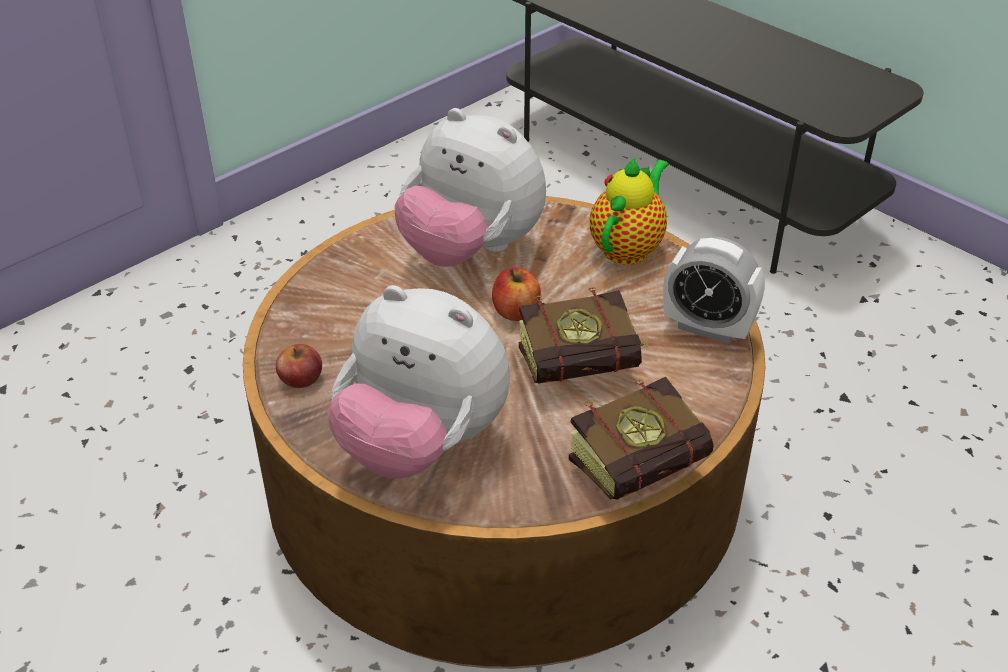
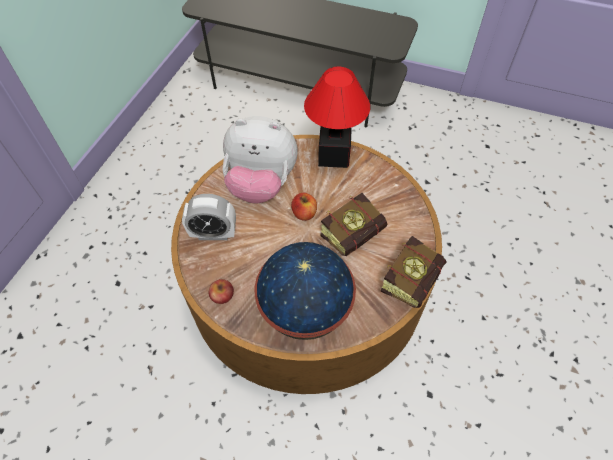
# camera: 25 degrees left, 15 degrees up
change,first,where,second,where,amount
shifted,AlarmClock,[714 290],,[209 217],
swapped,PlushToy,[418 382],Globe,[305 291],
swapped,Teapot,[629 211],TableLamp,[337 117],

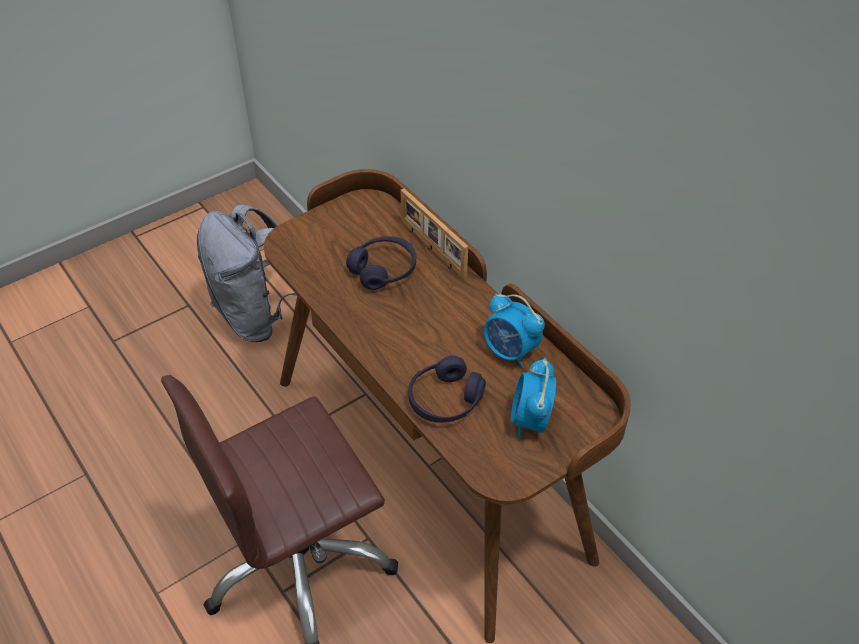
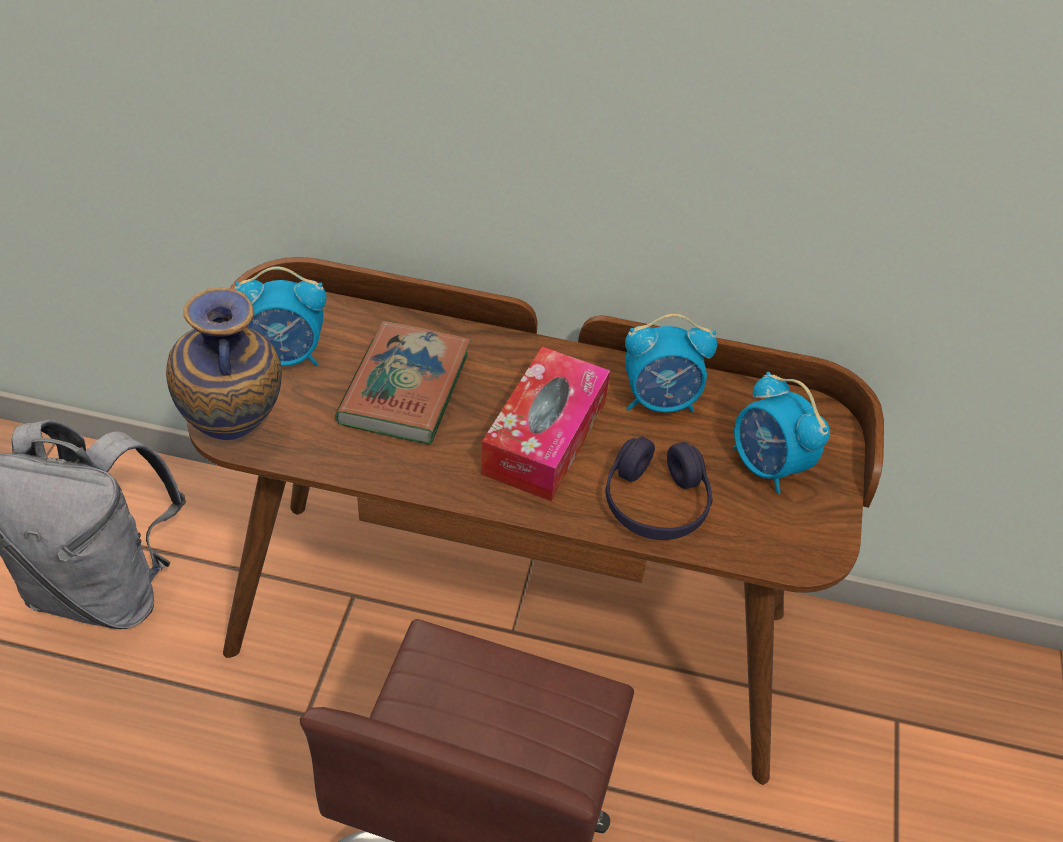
# camera: 45 degrees left, 0 degrees up
change,first,where,second,where,amount
new,,,Vase,[224 364],
new,,,AlarmClock,[280 316],
swapped,PurpleHeadphones,[381 263],Book,[403 383],
new,,,TissueBox,[545 424],
gone,PictureFrame,[434 234],,,

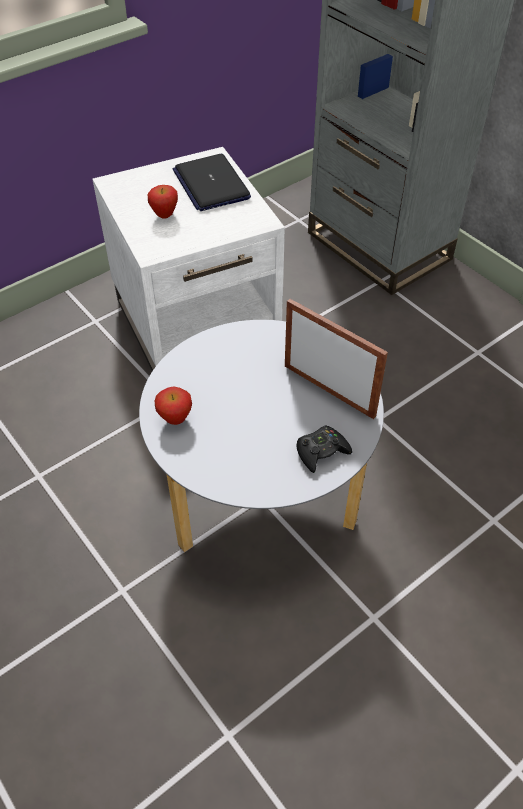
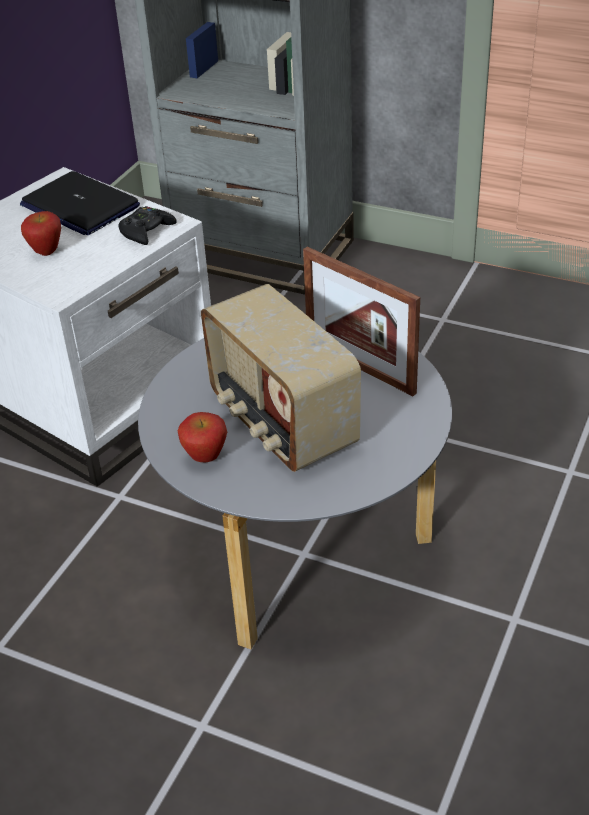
# camera: 25 degrees left, 10 degrees down
change,first,where,second,where,amount
shifted,BlackGameController,[324 449],,[147 225],
new,,,Radio,[281 378],
rotated,PictureFrame,[336 359],,[361 321],150 degrees counterclockwise

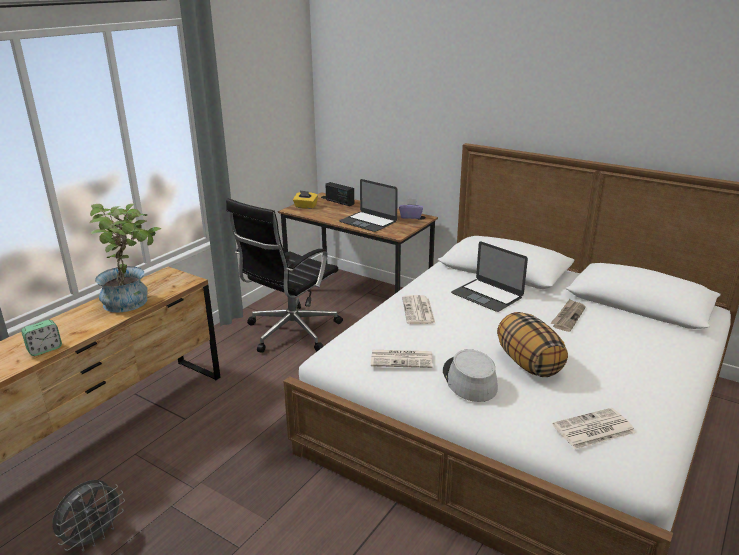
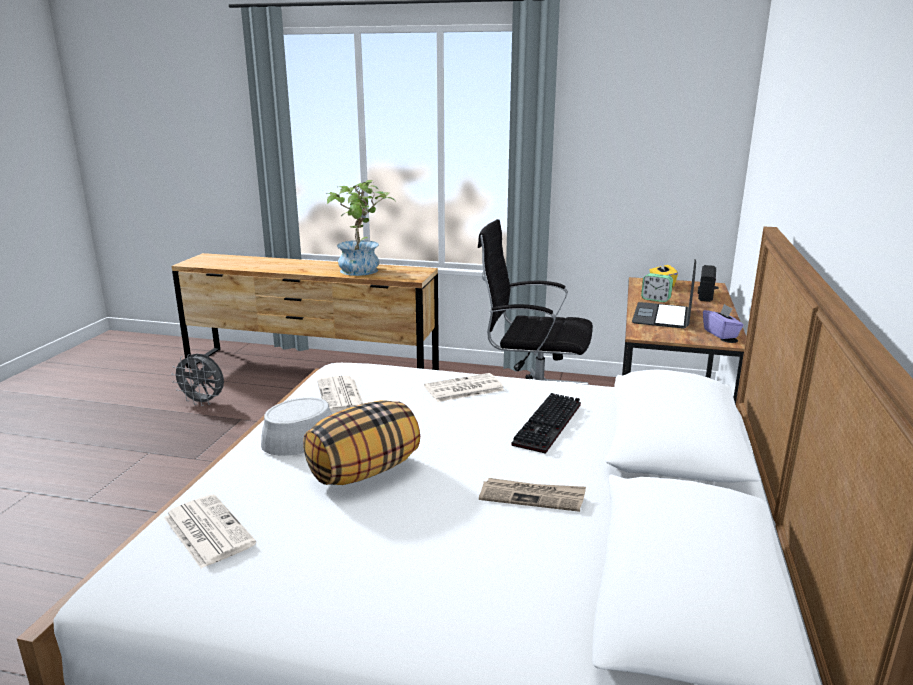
# camera: 70 degrees right, 5 degrees down
change,first,where,second,where,amount
swapped,Laptop,[489 276],Keyboard,[546 423],
shifted,AlarmClock,[41 338],,[657 287],

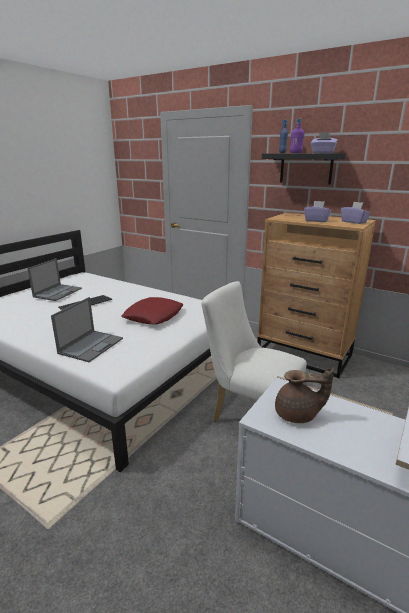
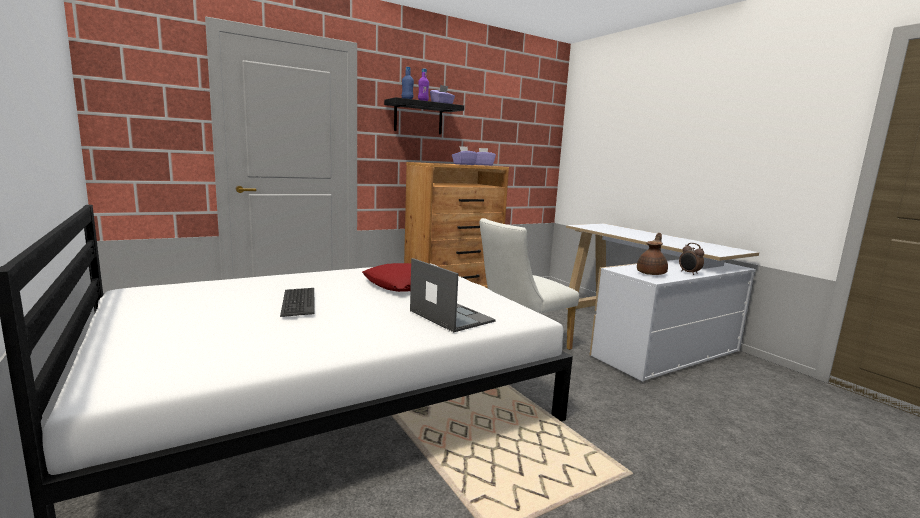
# camera: 65 degrees left, 10 degrees down
change,first,where,second,where,amount
new,,,AlarmClock,[691 259],
gone,Laptop,[54 279],,,

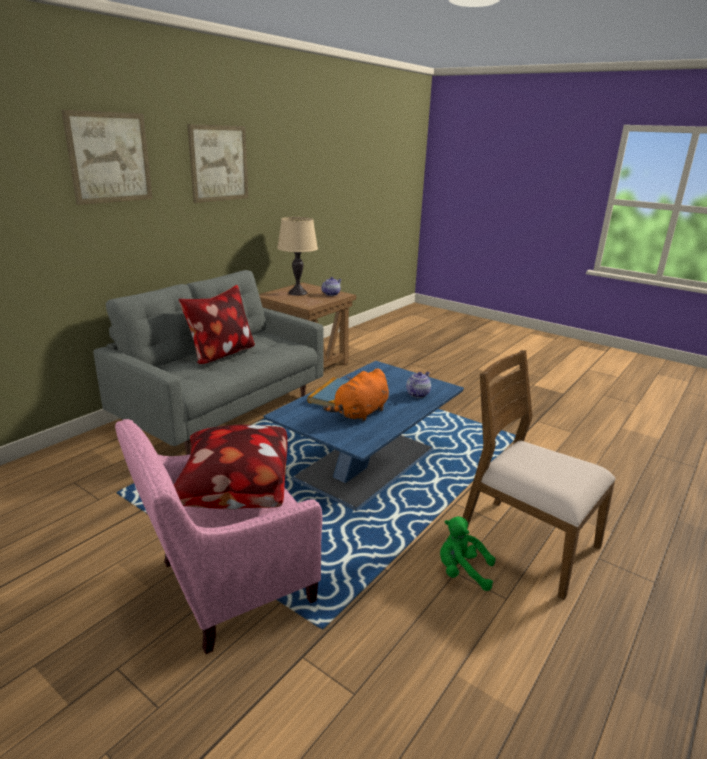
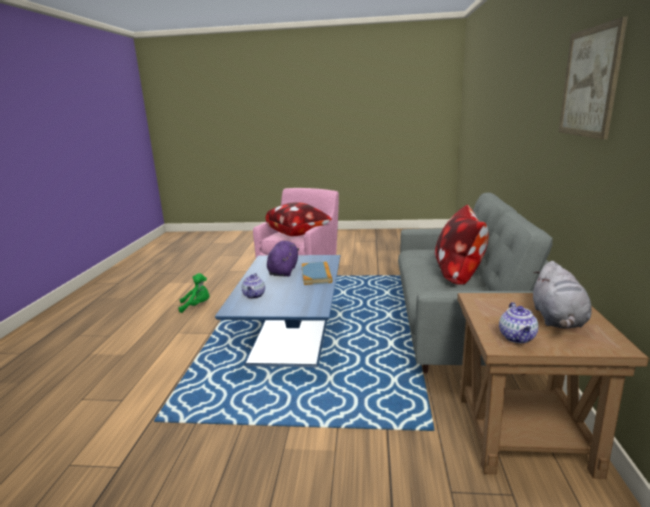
# camera: 150 degrees right, 5 degrees down
change,first,where,second,where,amount
repainted,OrangePlushToy,[356 395],PurplePlushToy,[283 259],
swapped,BeigeTableLamp,[297 256],GreyPlushToy,[562 295],
gone,Picture,[107 157],,,
gone,BrownChair,[539 475],,,

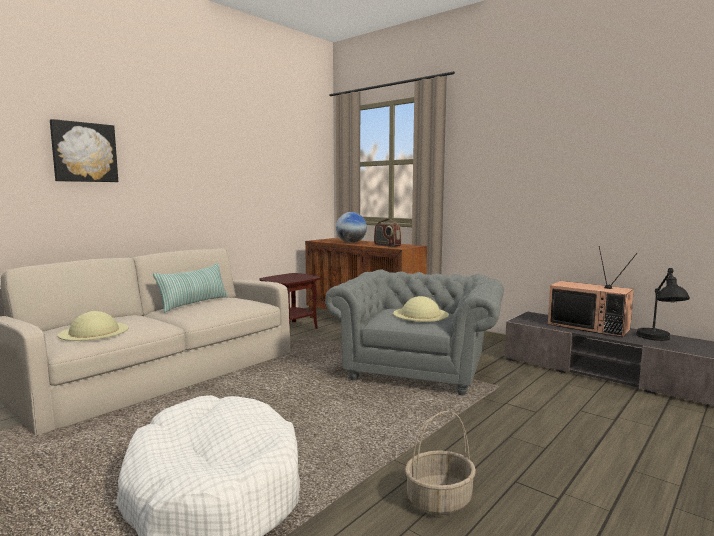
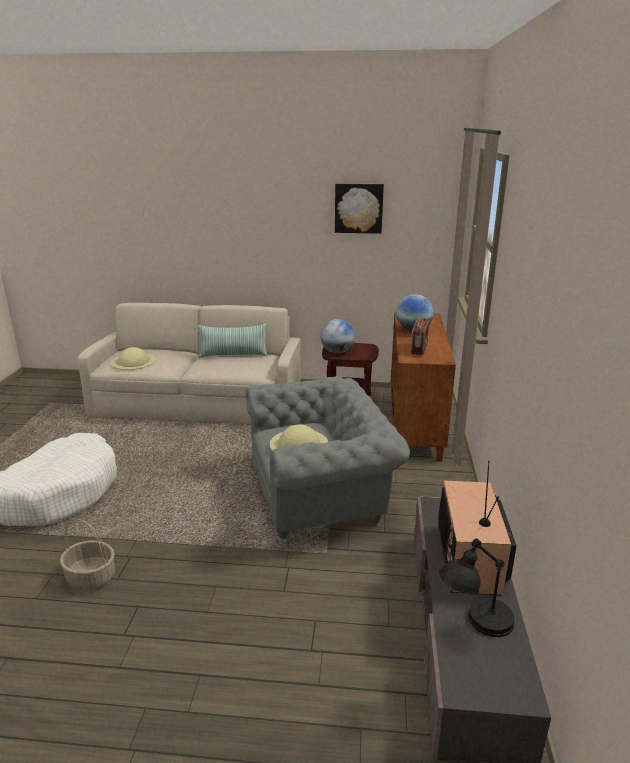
# camera: 55 degrees right, 15 degrees up
change,first,where,second,where,amount
new,,,Globe,[338 336],
shifted,Picture,[84 150],,[359 209],

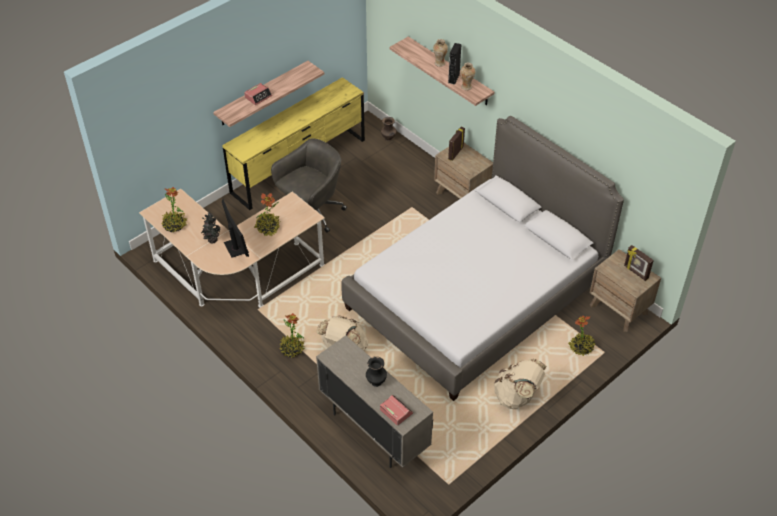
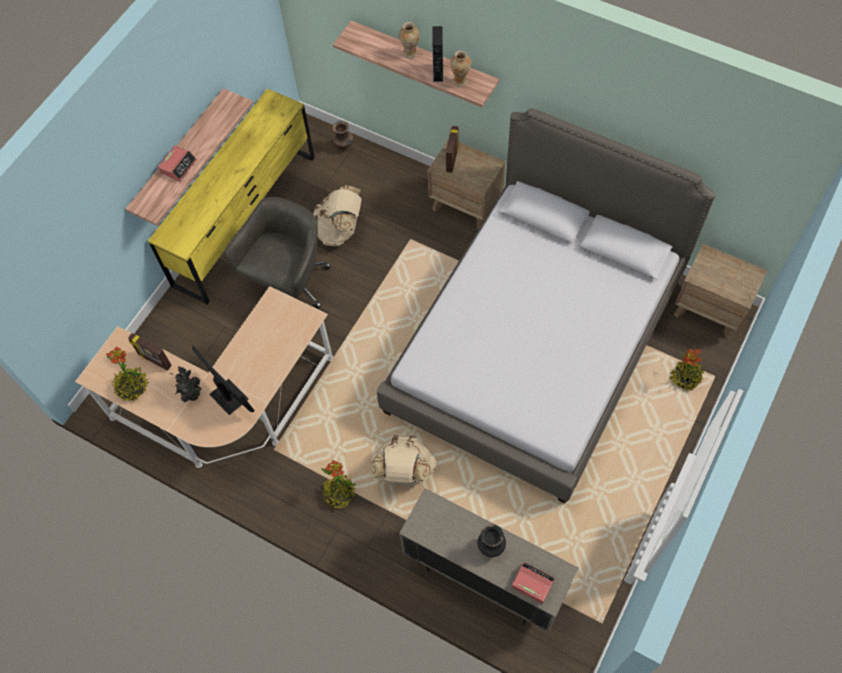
# camera: 15 degrees left, 15 degrees up
change,first,where,second,where,amount
shifted,PictureFrame,[639 263],,[150 352],
shifted,BeigeBackpack,[520 384],,[337 215],
gone,PottedPlant,[267 214],,,

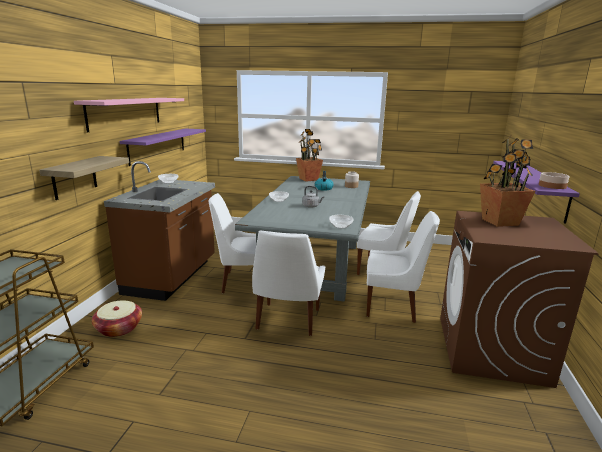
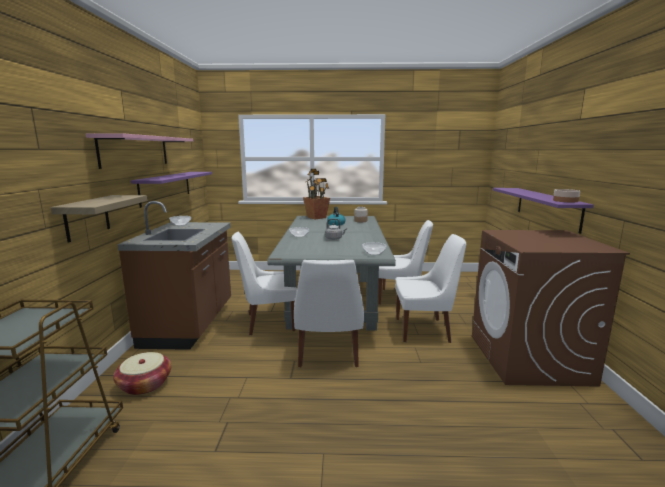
# camera: 10 degrees left, 5 degrees down
change,first,where,second,where,amount
gone,PottedPlant,[507 181],,,

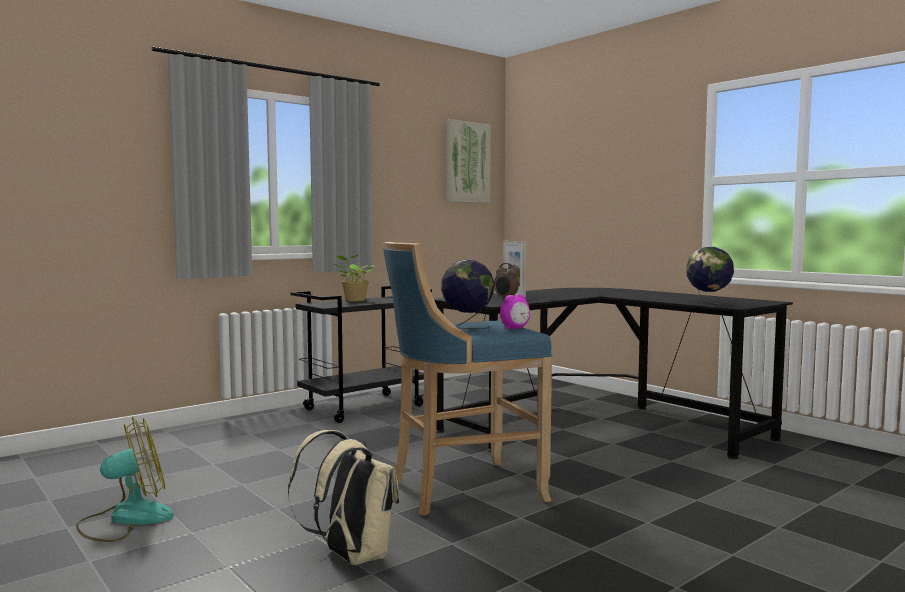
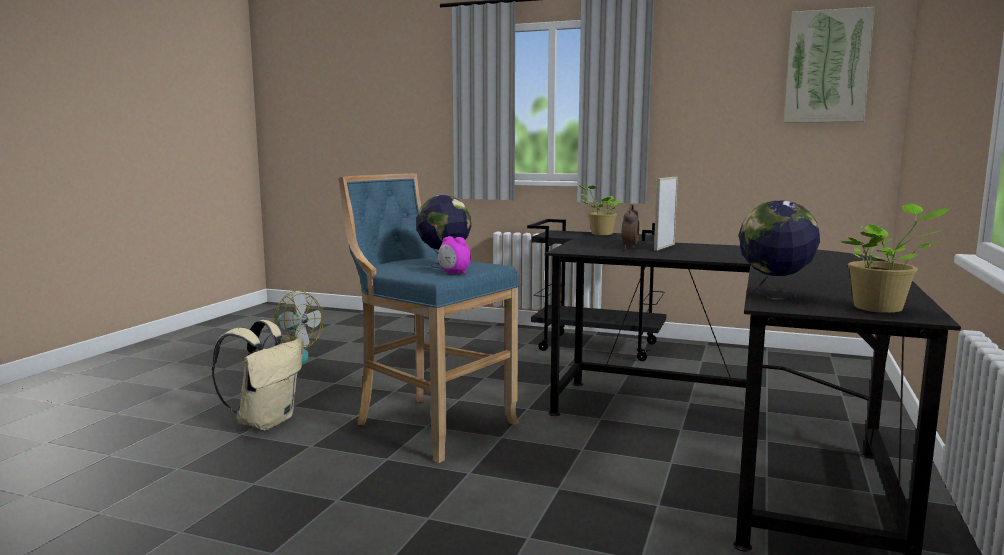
# camera: 60 degrees right, 5 degrees up
change,first,where,second,where,amount
new,,,PottedPlant,[895 258],

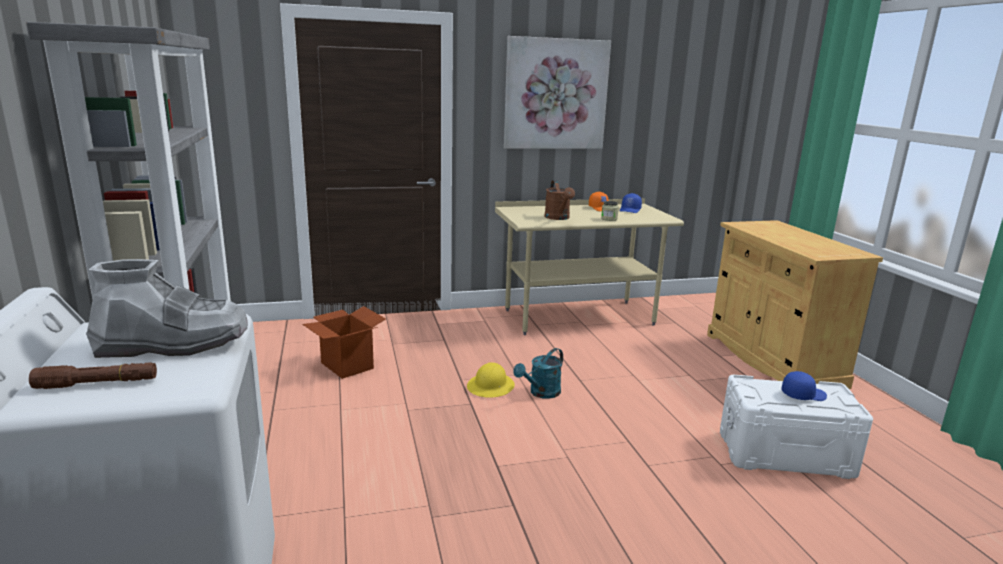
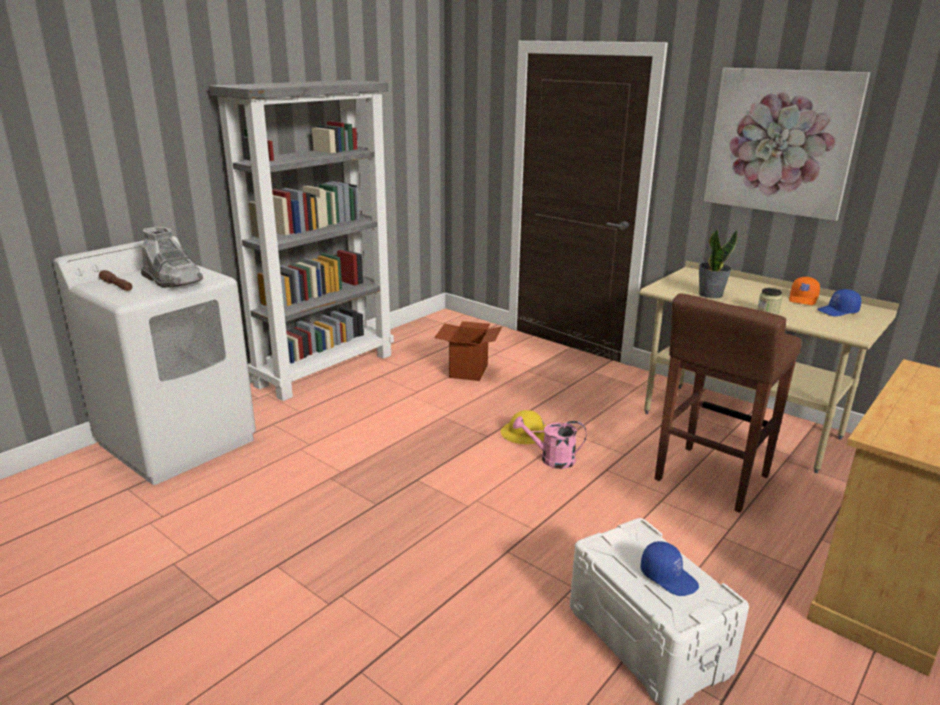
# camera: 55 degrees right, 5 degrees up
change,first,where,second,where,amount
repainted,TurquoiseWateringCan,[538 373],PinkWateringCan,[549 442],
new,,,BrownStool,[728 403],
swapped,BrownWateringCan,[559 200],PottedPlant,[718 263],

